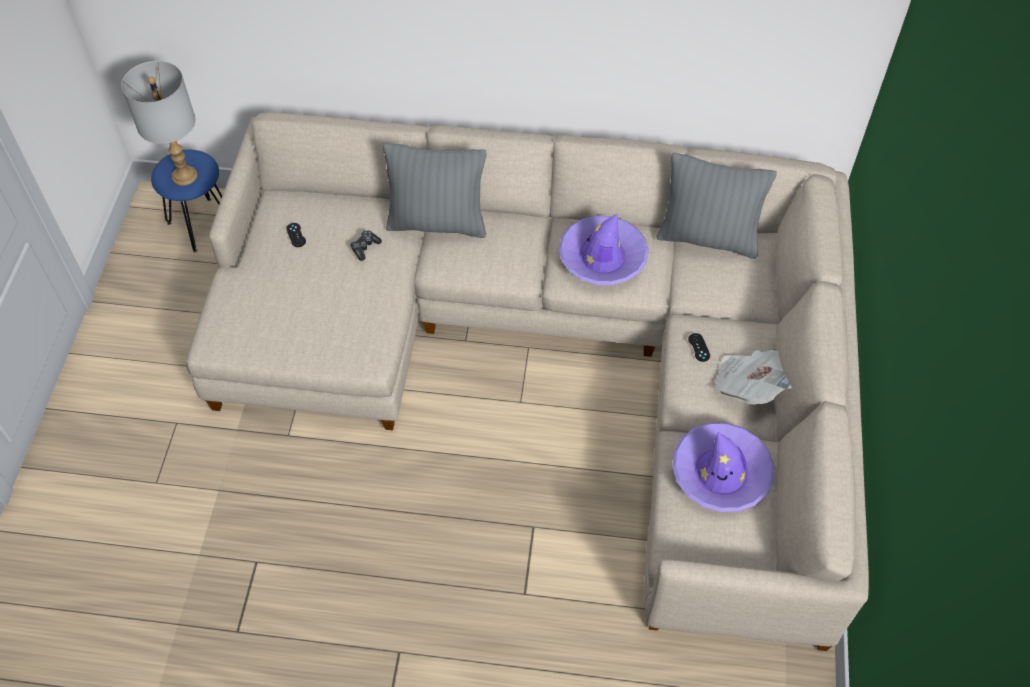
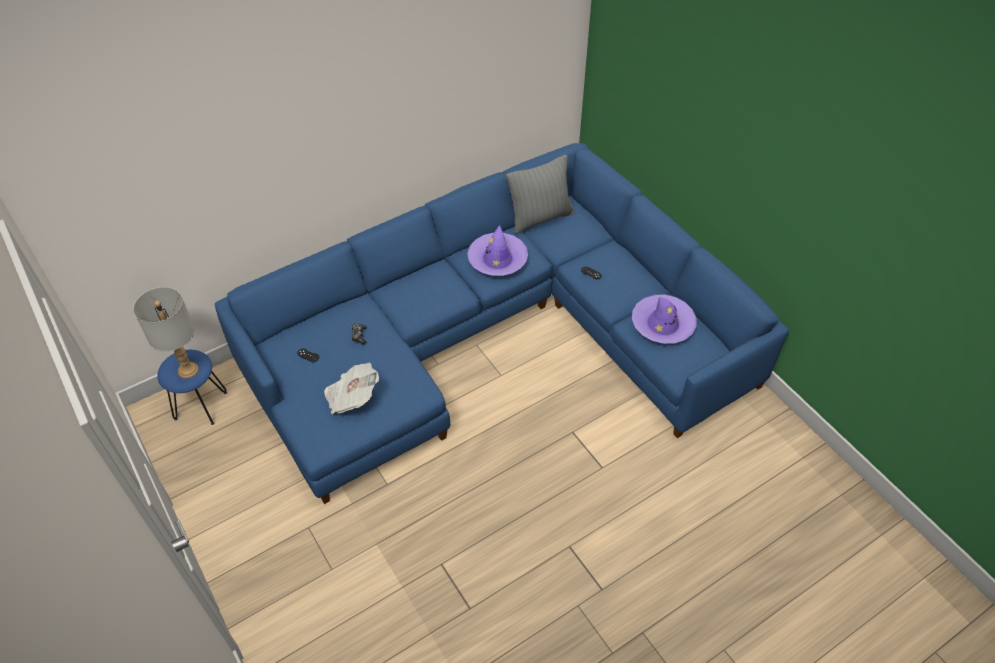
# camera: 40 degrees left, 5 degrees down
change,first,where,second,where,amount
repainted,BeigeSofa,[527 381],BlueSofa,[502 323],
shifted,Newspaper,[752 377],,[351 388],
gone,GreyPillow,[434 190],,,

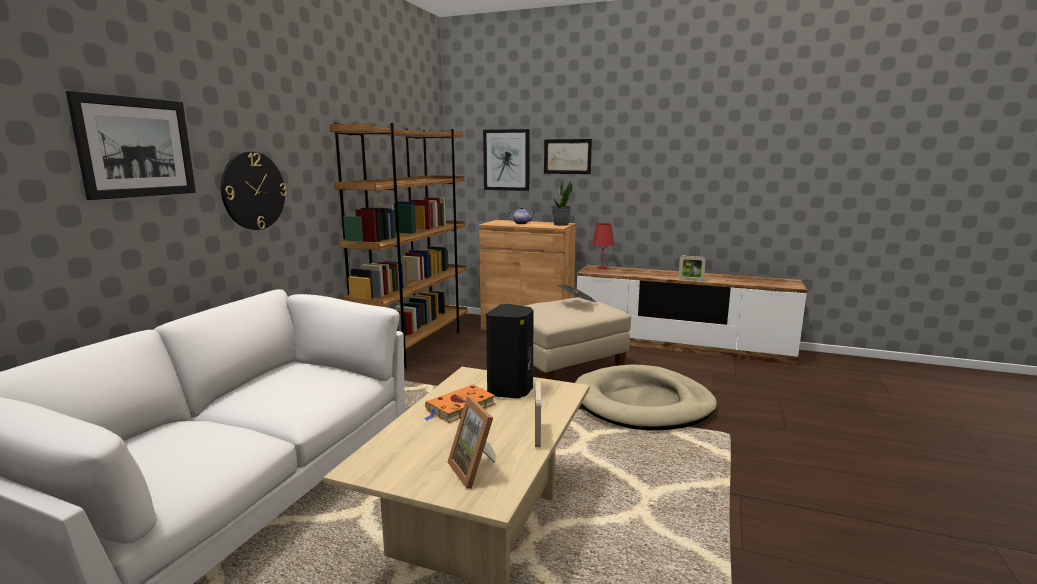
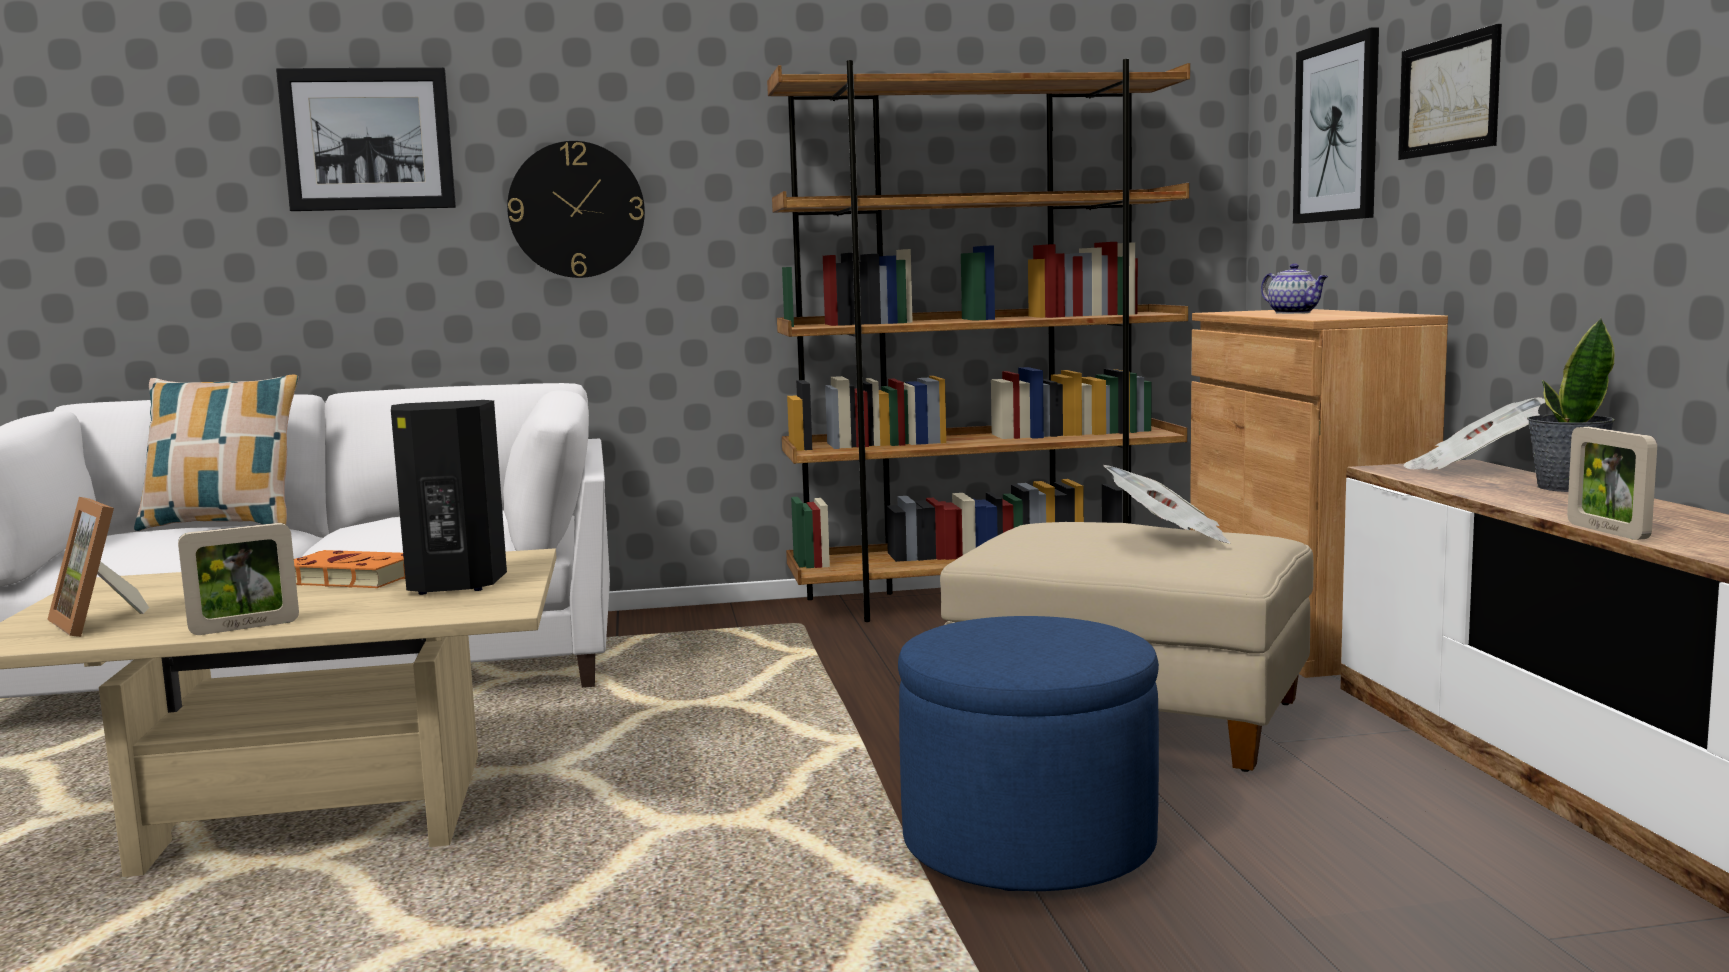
# camera: 60 degrees right, 5 degrees down
change,first,where,second,where,amount
rotated,PictureFrame,[472 442],,[98 567],75 degrees counterclockwise
new,,,Pillow,[216 452],
swapped,BeigeDogBed,[646 397],BlueOttoman,[1028 753],
swapped,RedTableLamp,[603 246],Newspaper,[1474 433],
shifted,PottedPlant,[562 203],,[1571 405],

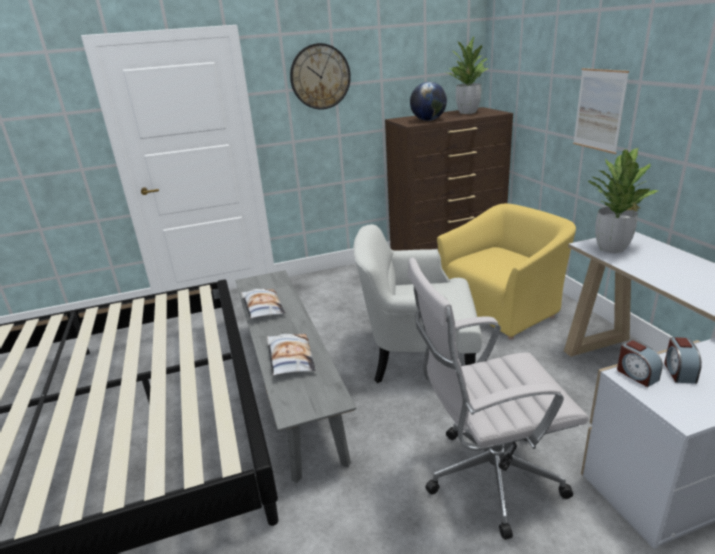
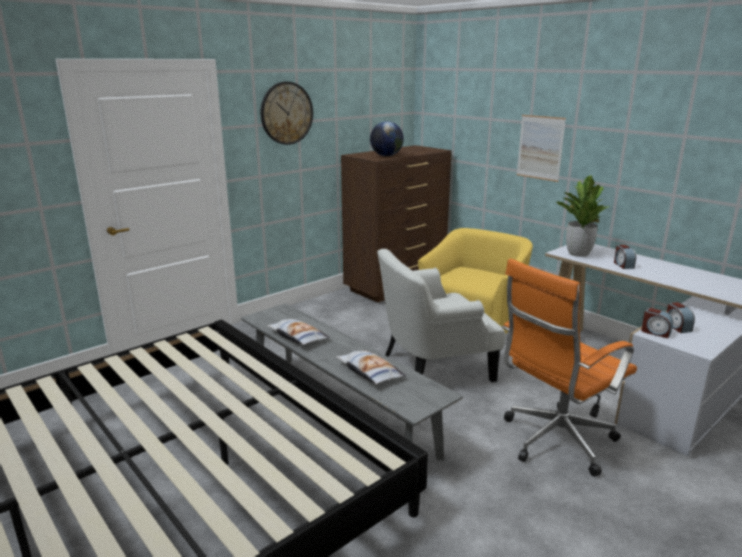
# camera: 25 degrees left, 5 degrees down
change,first,where,second,where,amount
repainted,WhiteOfficeChair,[498 399],OrangeOfficeChair,[569 367],
new,,,AlarmClock,[625 257],
gone,PottedPlant,[468 75],,,

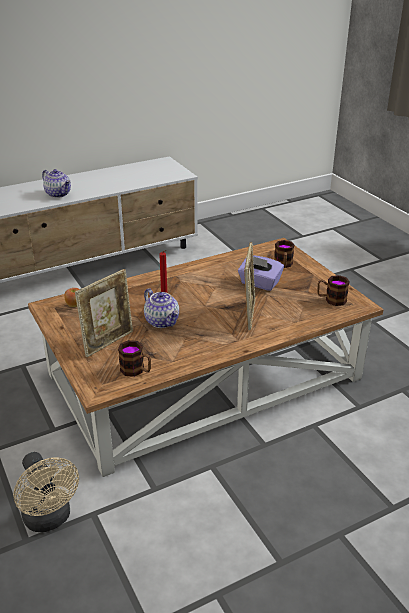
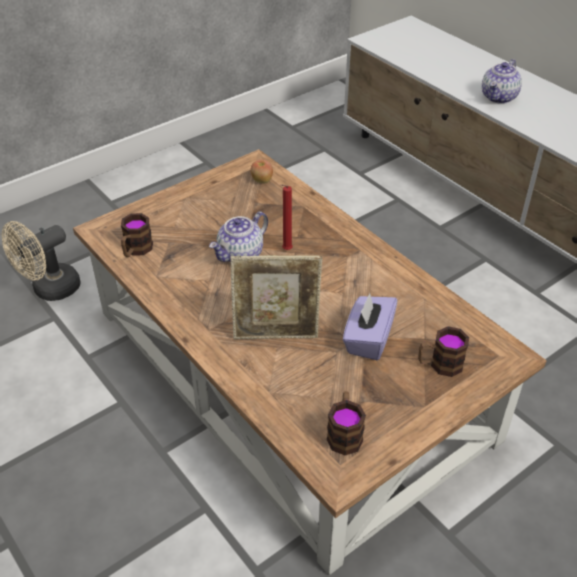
# camera: 80 degrees right, 10 degrees up
change,first,where,second,where,amount
gone,PictureFrame,[104 313],,,

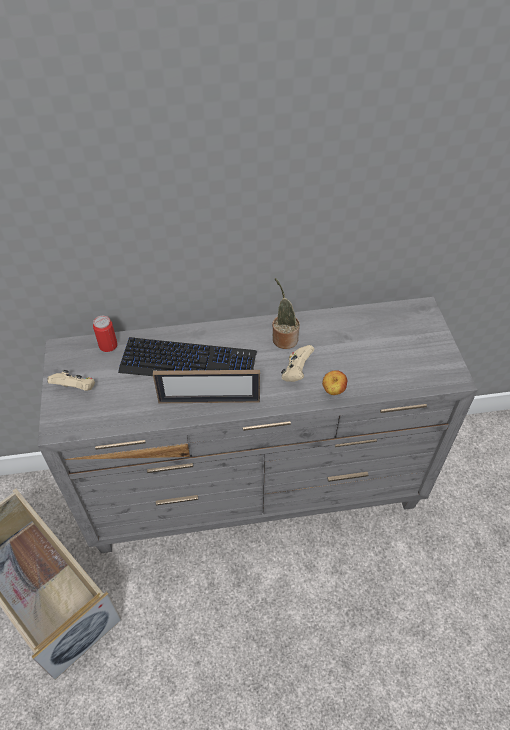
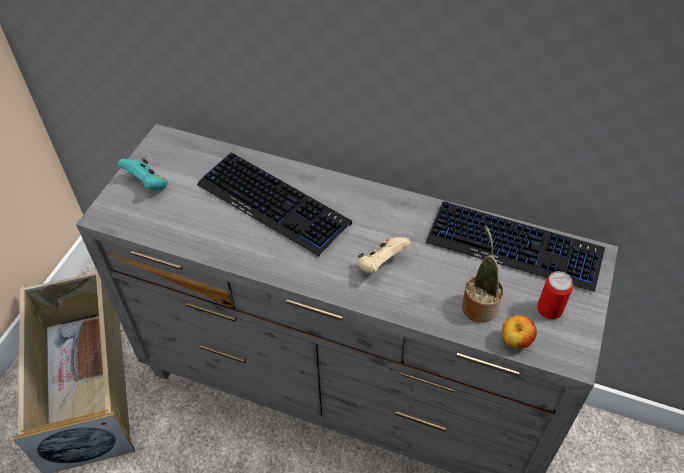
# camera: 30 degrees right, 0 degrees up
change,first,where,second,where,amount
repainted,BeigeGameController,[71 380],TurquoiseGameController,[143 174],
new,,,Keyboard,[515 246],
shifted,PottedPlant,[286 313],,[483 274],
shifted,Apple,[334 382],,[519 332],
shifted,Can,[105 334],,[555 295],
gone,PictureFrame,[206 386],,,

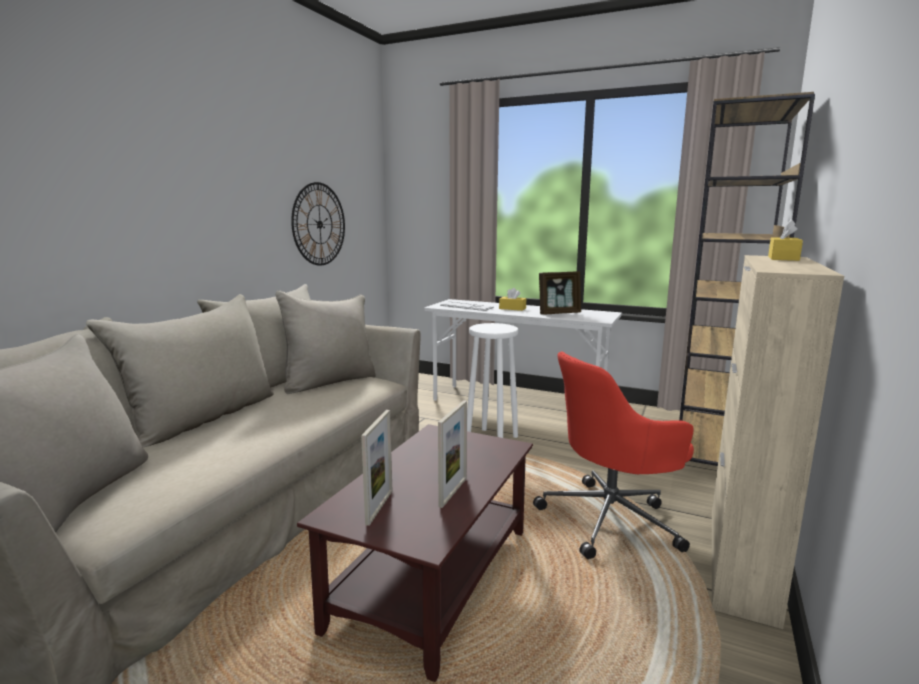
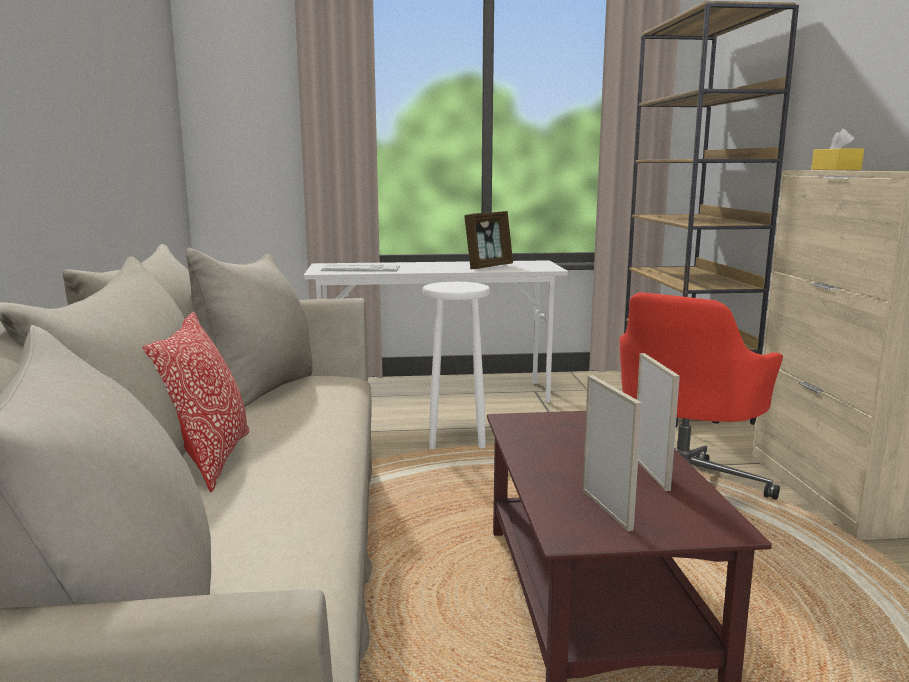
# camera: 30 degrees left, 0 degrees up
change,first,where,second,where,amount
new,,,Pillow,[196 402],
gone,WallClock,[318 224],,,
gone,YellowTissueBox,[512 299],,,

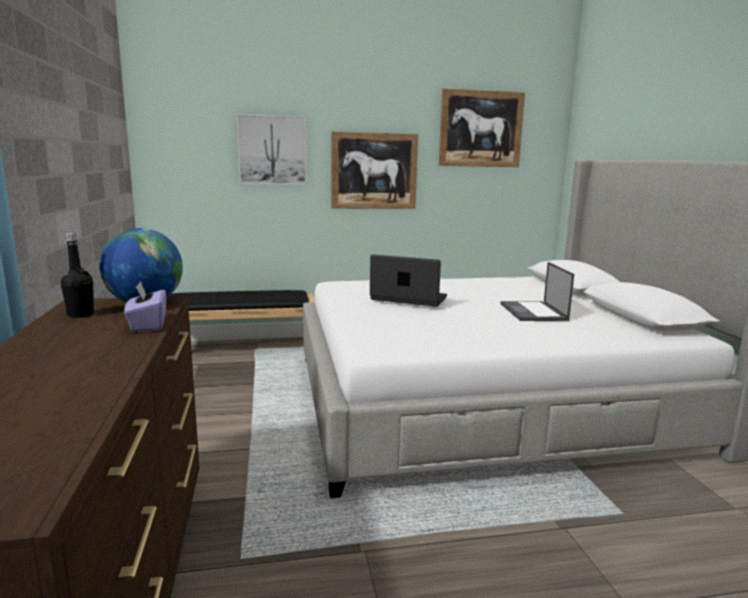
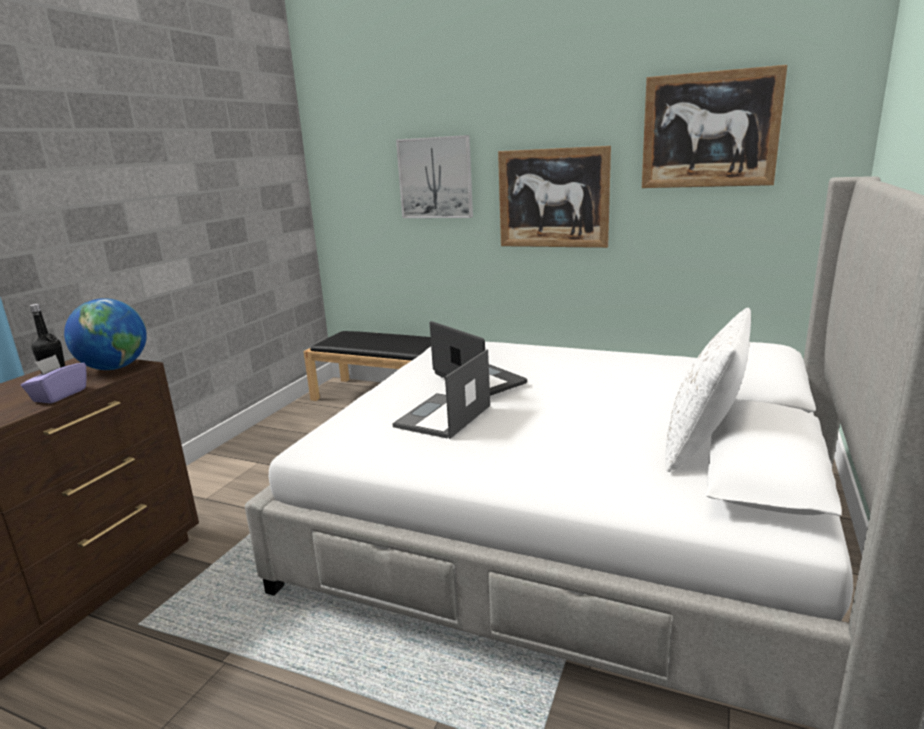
# camera: 35 degrees right, 5 degrees up
change,first,where,second,where,amount
shifted,Laptop,[537 291],,[441 394],
new,,,WhitePillow,[708 390],

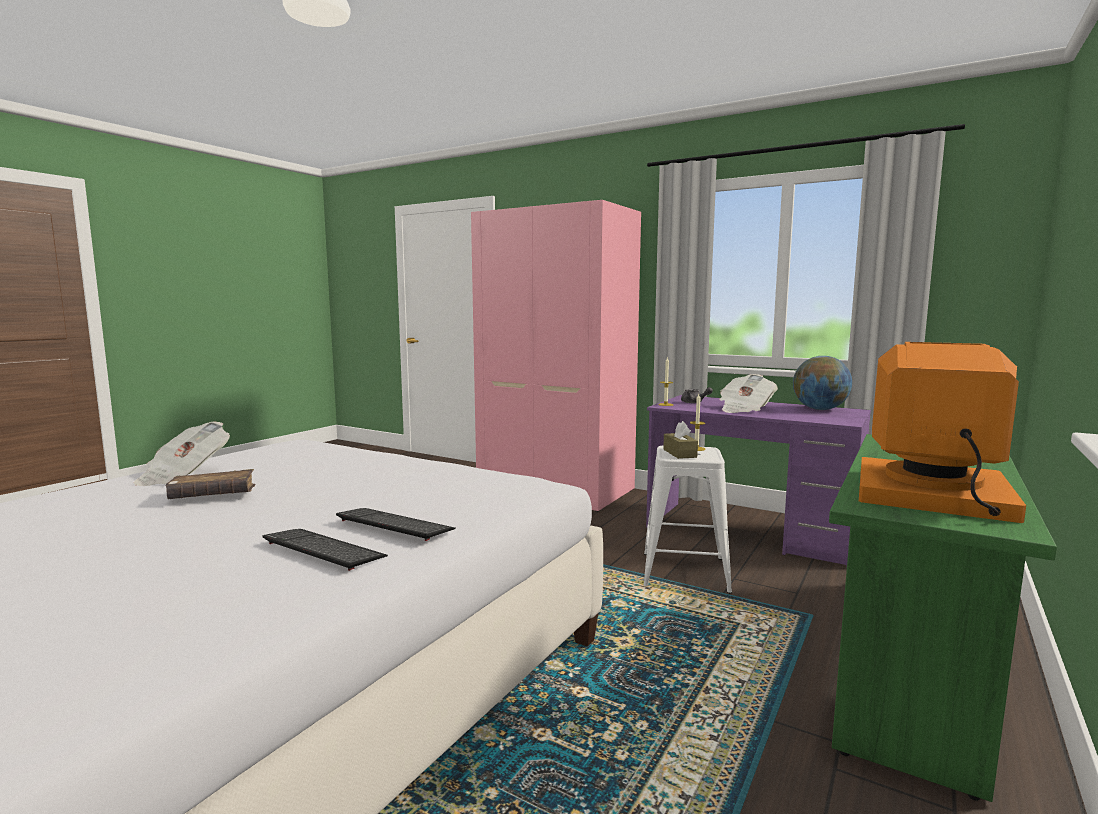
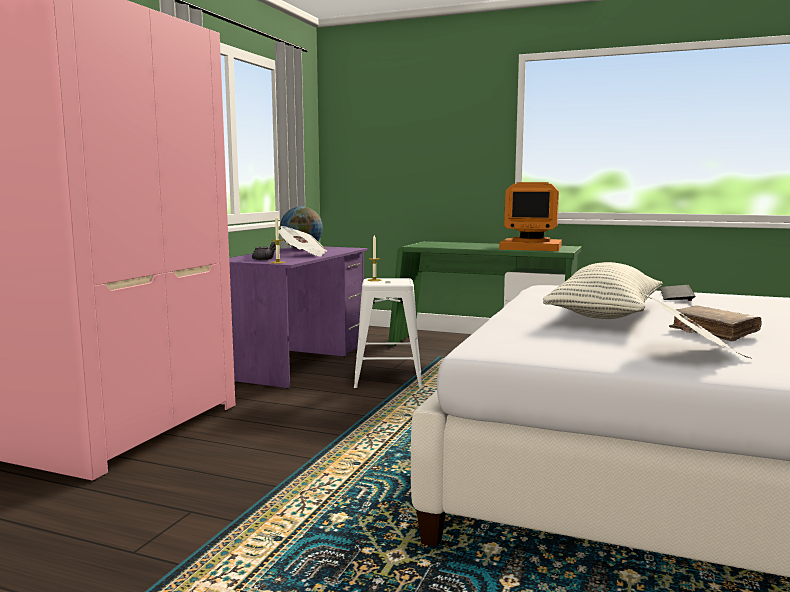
# camera: 100 degrees left, 0 degrees up
change,first,where,second,where,amount
rotated,Monitor,[942 432],,[530 216],90 degrees counterclockwise
new,,,Pillow,[602 290],
gone,Keyboard,[325 550],,,
gone,BrownTissueBox,[680 440],,,

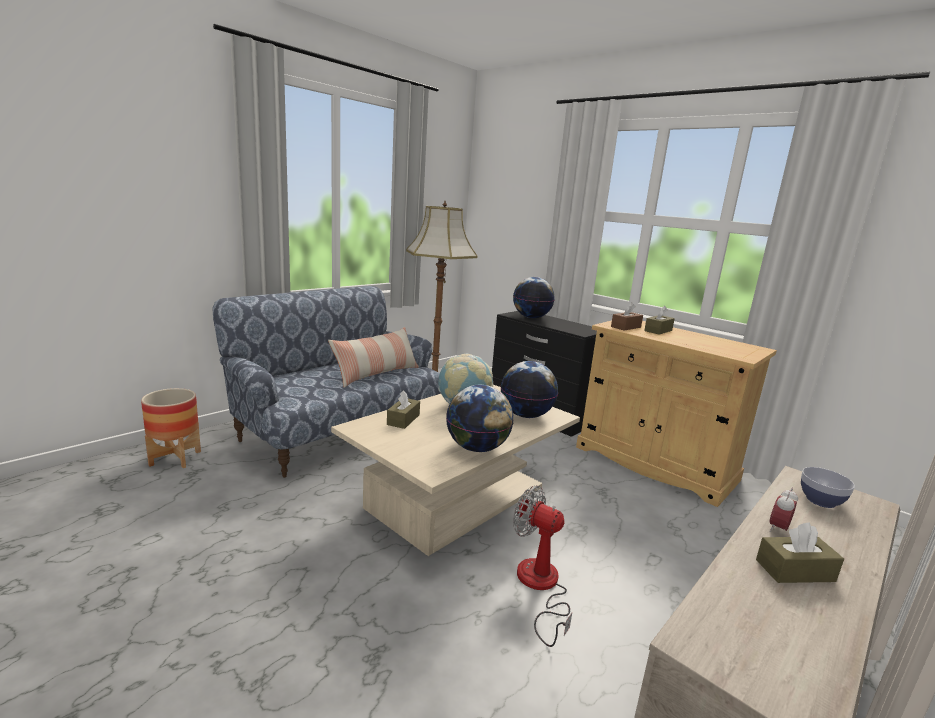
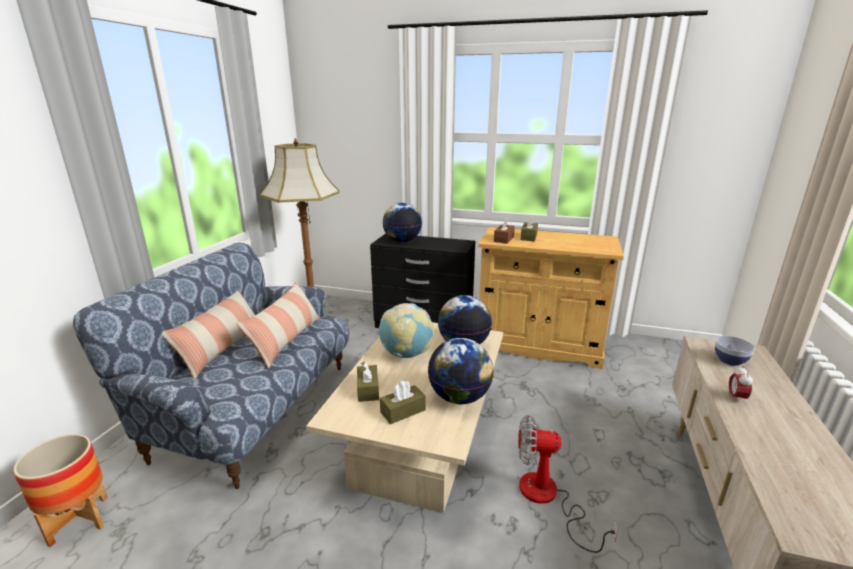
# camera: 25 degrees left, 5 degrees up
change,first,where,second,where,amount
new,,,Pillow,[208 335],
shifted,BrownTissueBox,[800 553],,[403 402],

